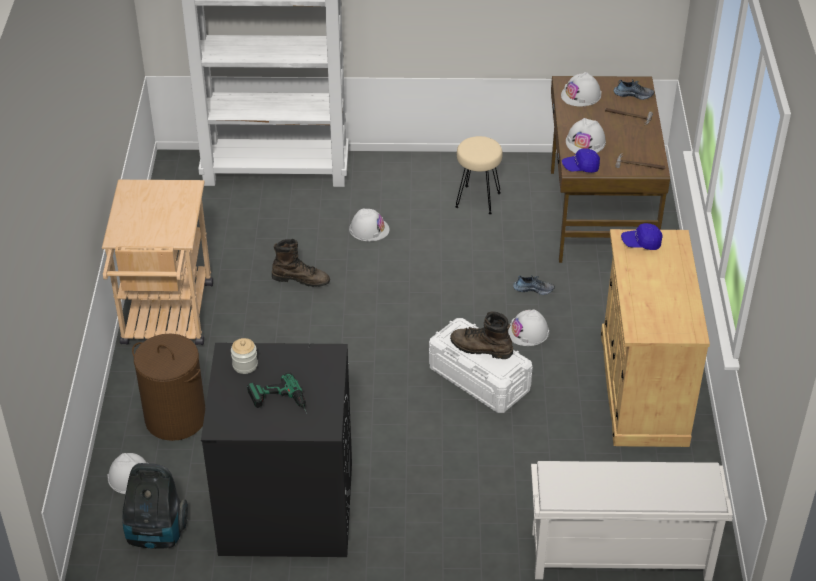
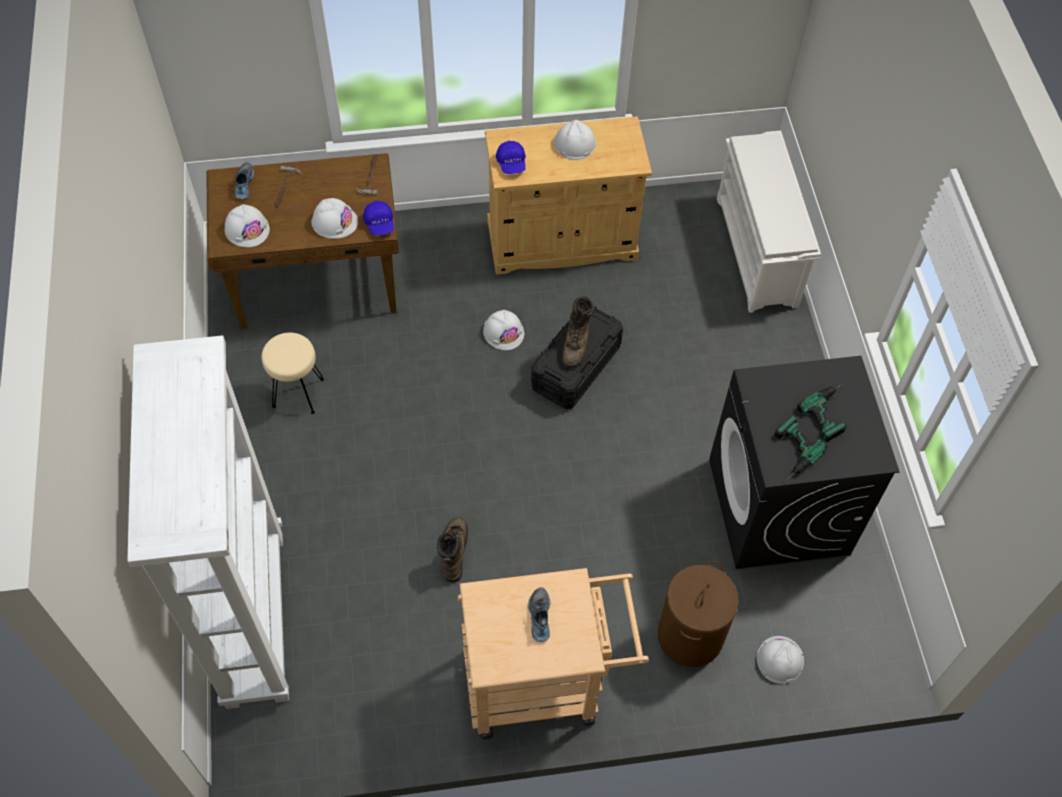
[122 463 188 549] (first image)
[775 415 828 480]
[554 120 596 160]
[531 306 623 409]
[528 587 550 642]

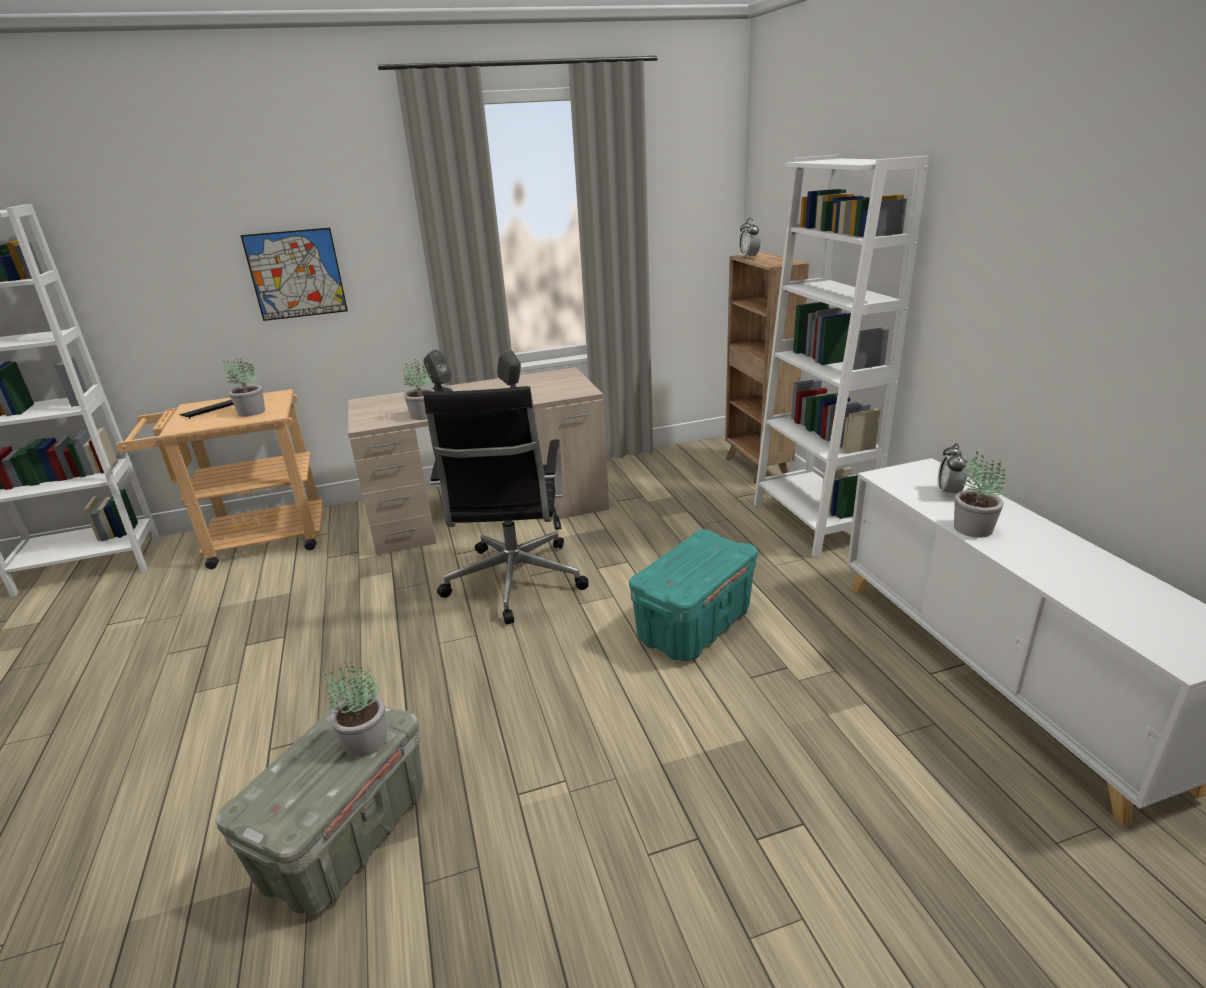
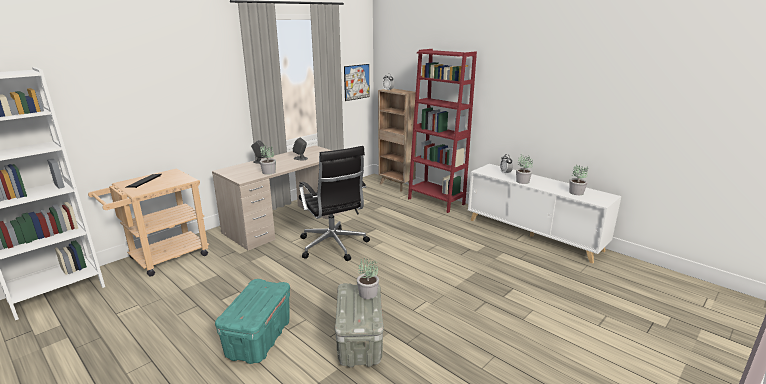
[569 165 588 195]
[344 64 370 101]
[215 279 290 364]
[408 49 477 213]

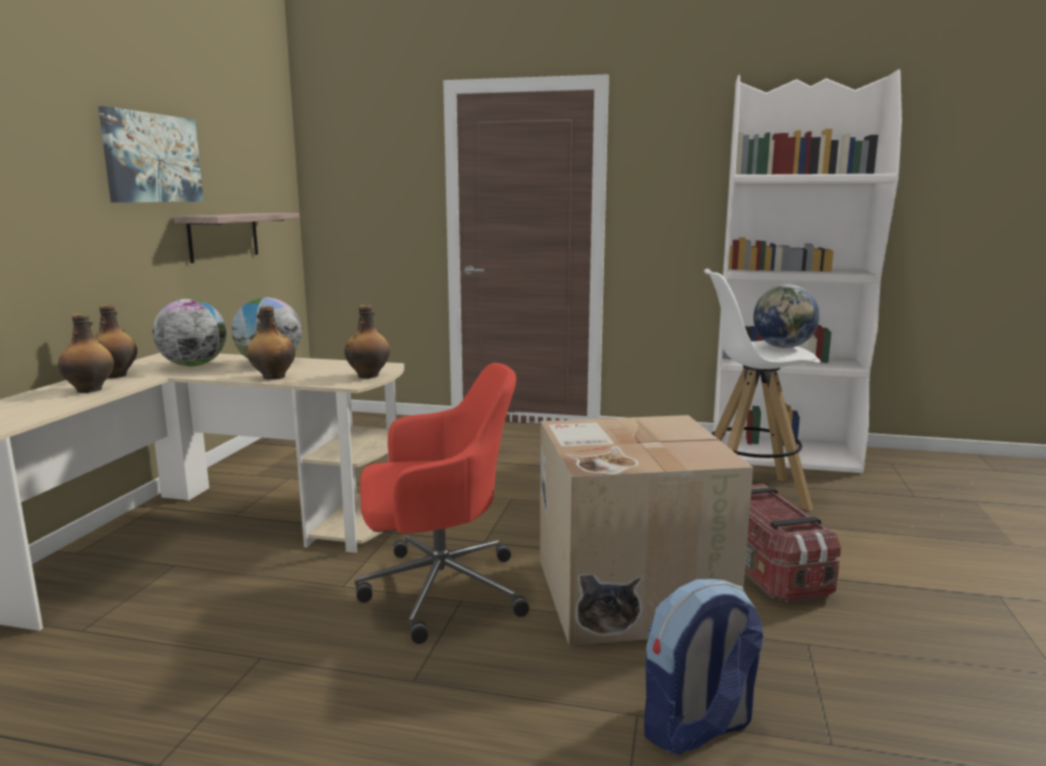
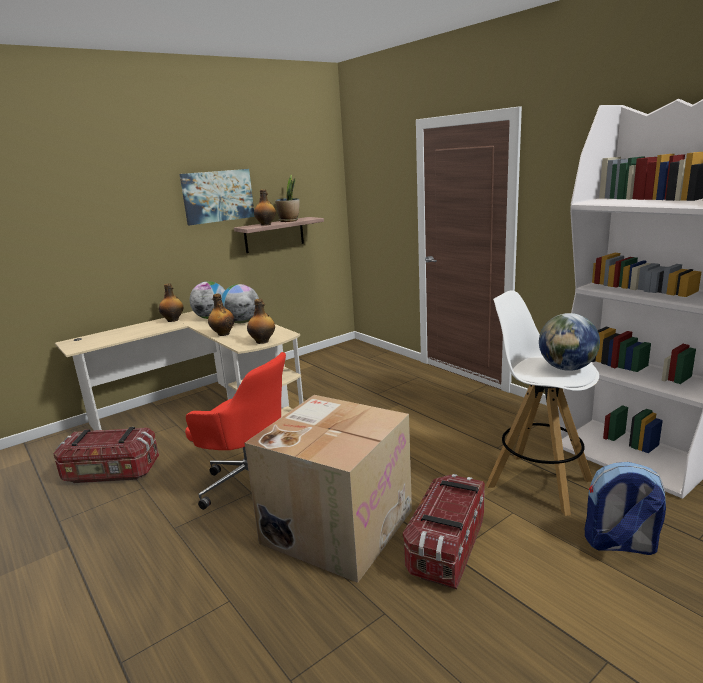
[254 189 276 226]
[585 462 666 555]
[53 427 159 483]
[275 175 300 222]

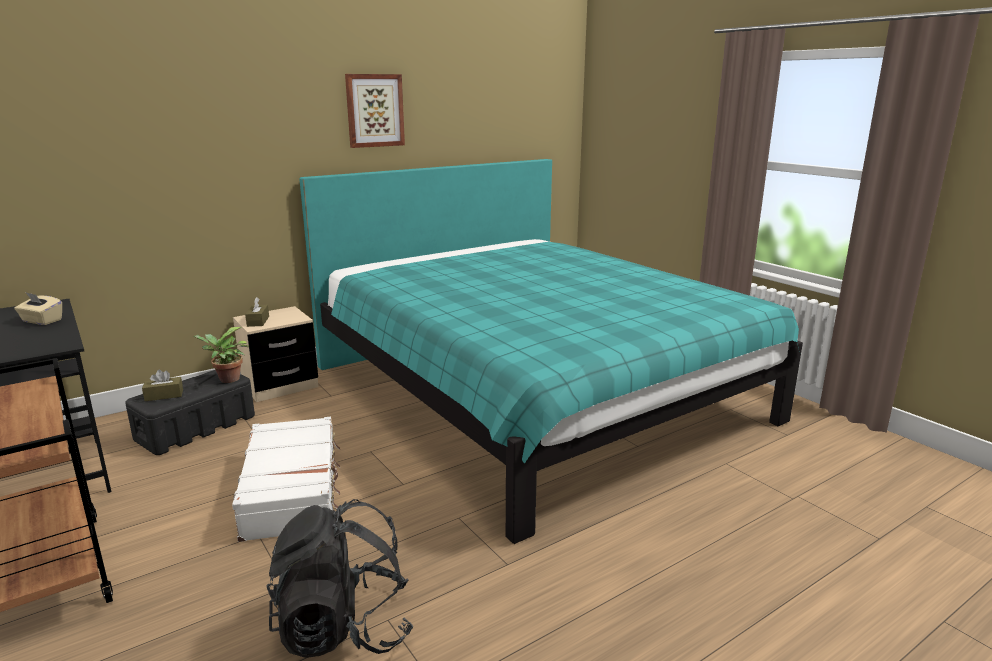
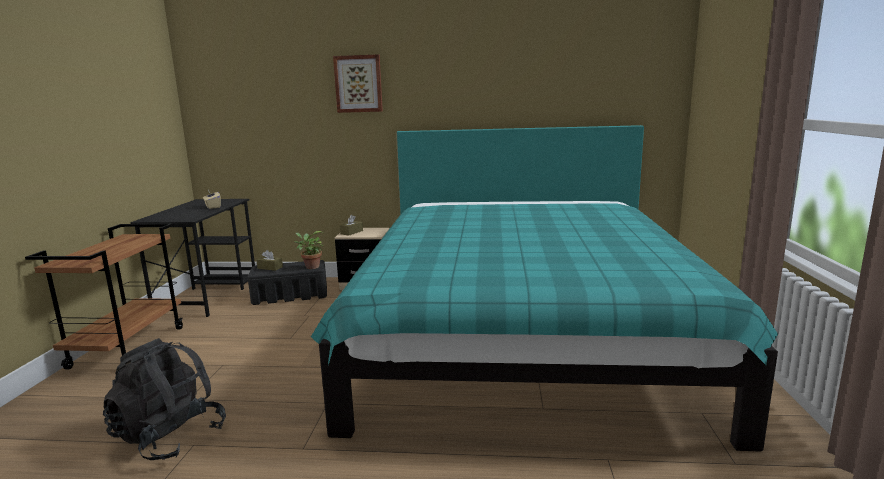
[232 417 340 542] (first image)
[333 54 383 113]

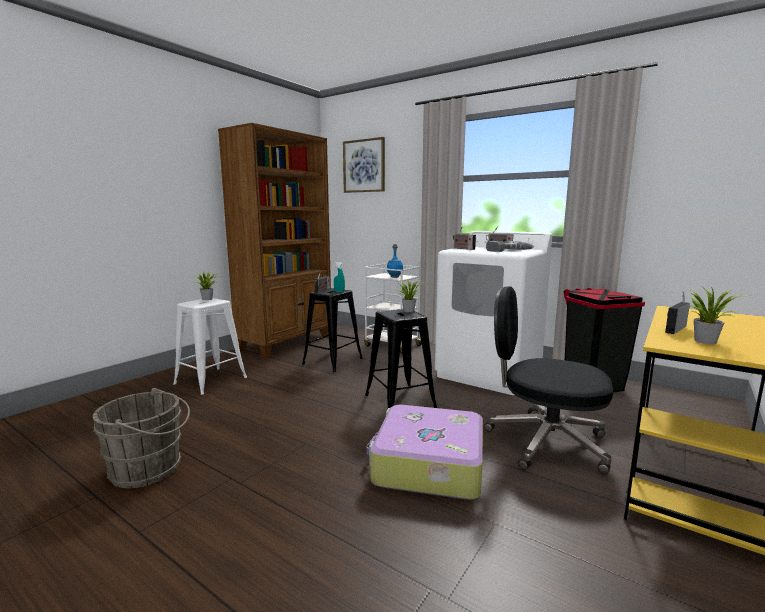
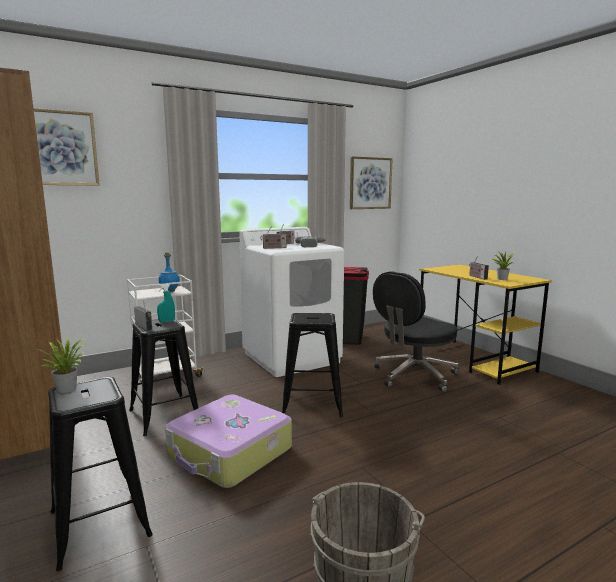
[48 377 153 571]
[165 395 292 488]
[398 280 422 312] (first image)
[350 156 393 209]

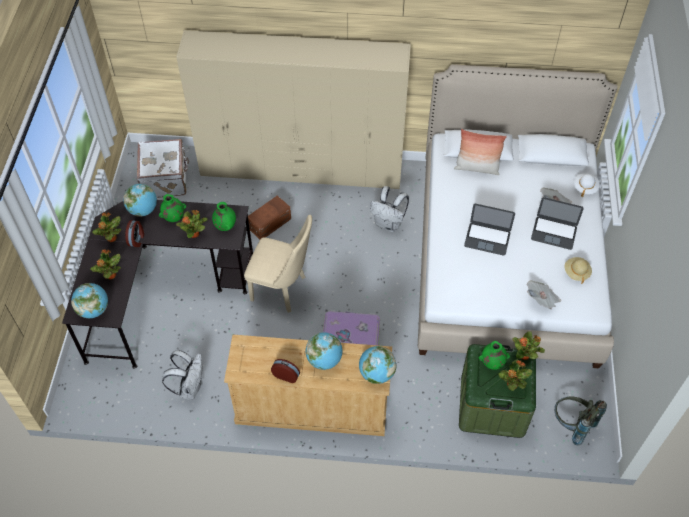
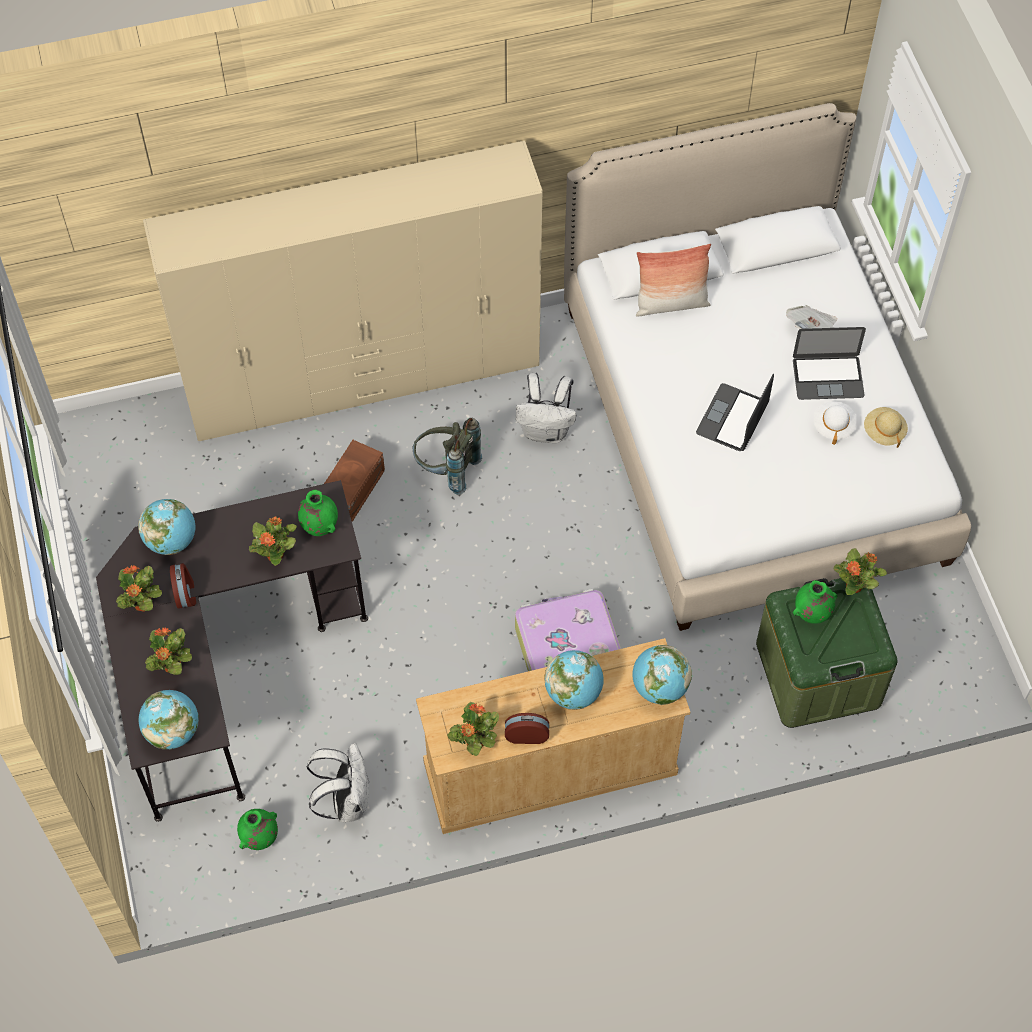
[137 139 189 198] (first image)
[237 809 278 850]
[244 215 312 313] (first image)
[696 374 774 451]
[447 702 499 756]
[527 280 561 309] (first image)
[413 417 482 495]
[814 401 857 445]

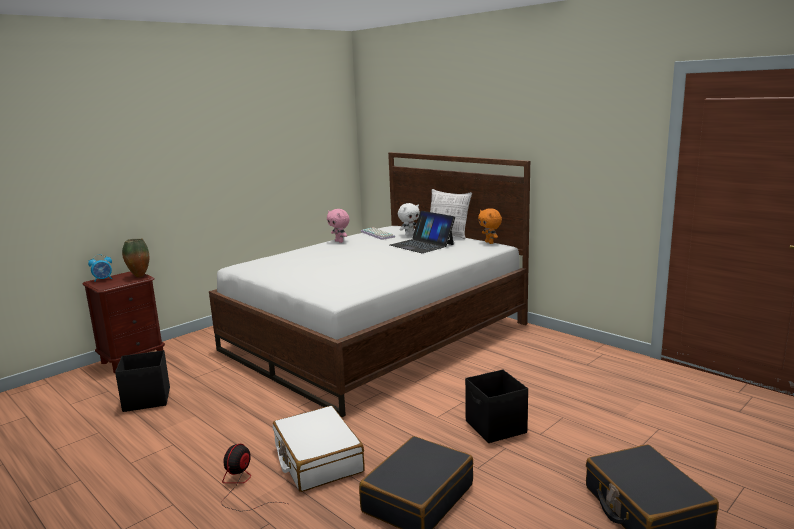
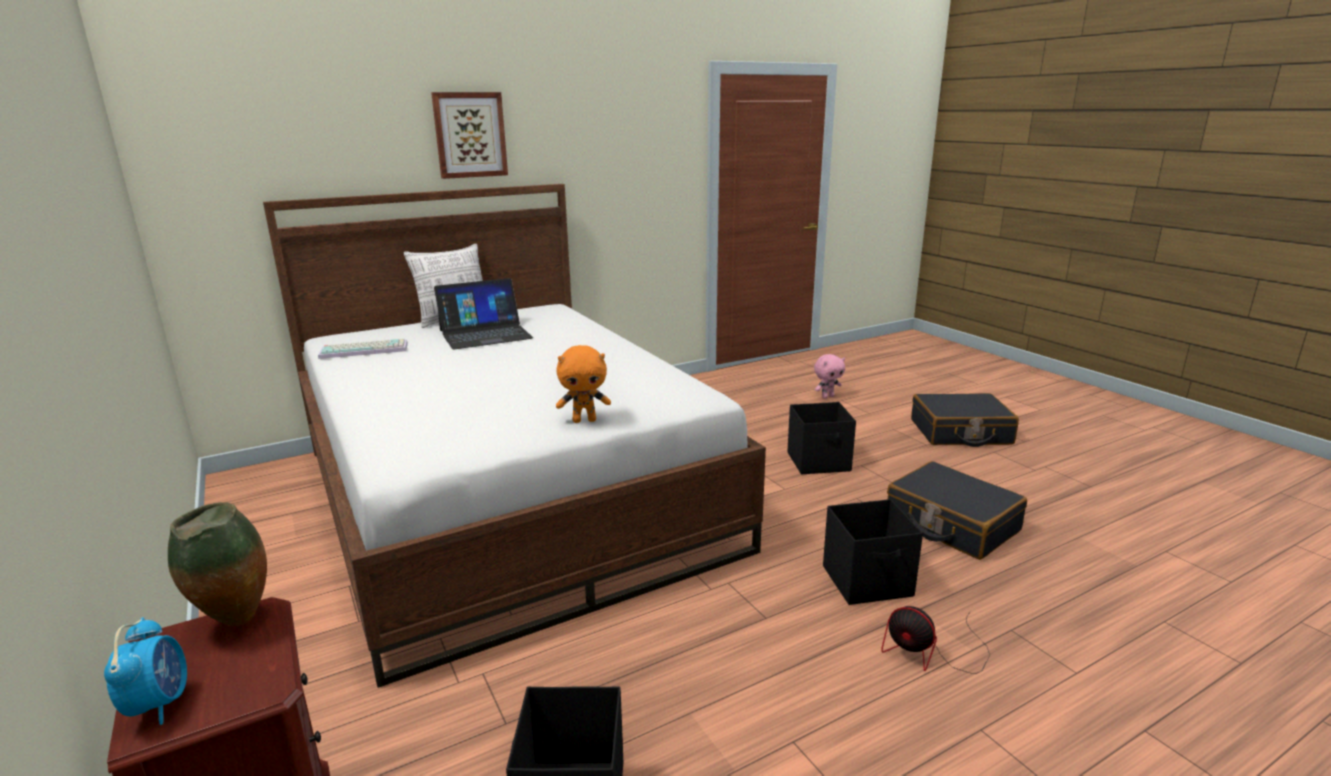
[823 499 923 605]
[814 354 845 399]
[398 203 420 236] (first image)
[556 345 611 423]
[431 92 508 179]

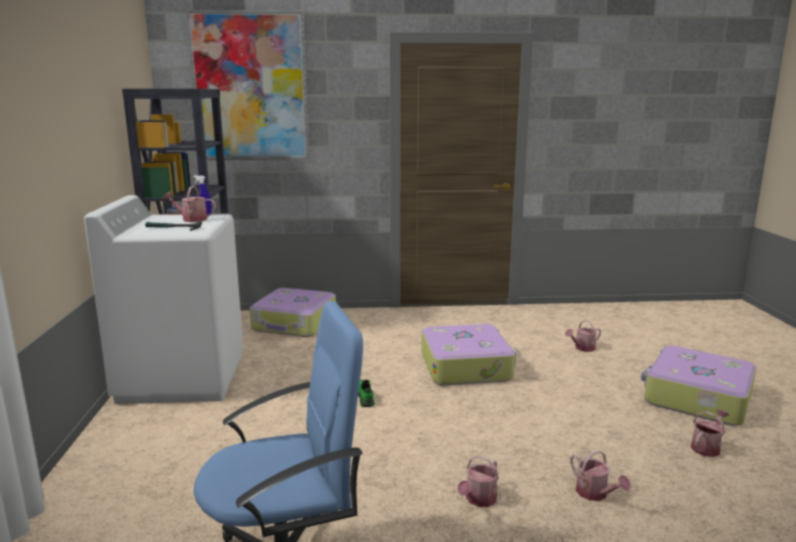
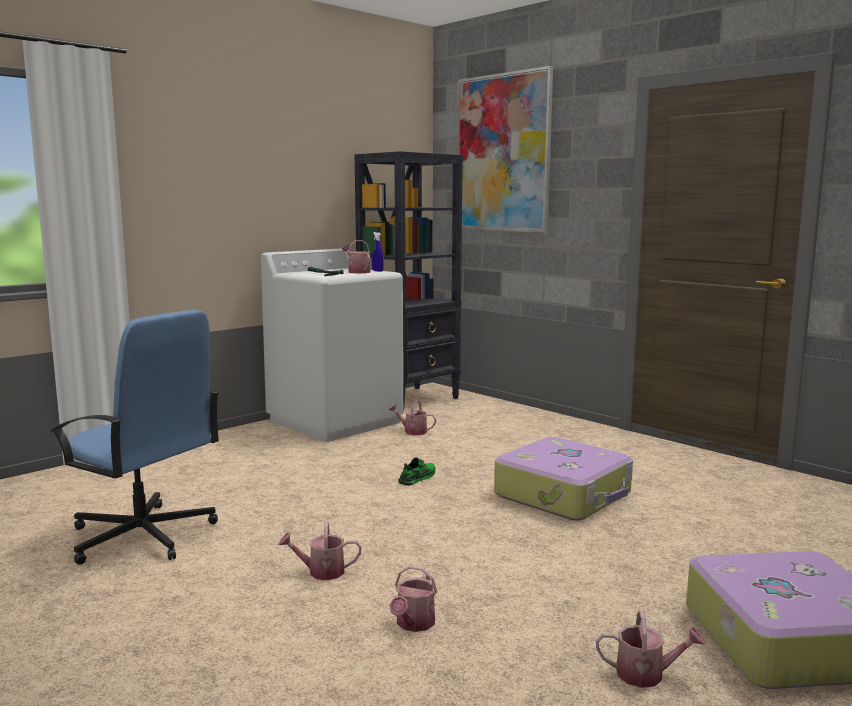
[249 288 336 337] (first image)
[389 400 436 435]

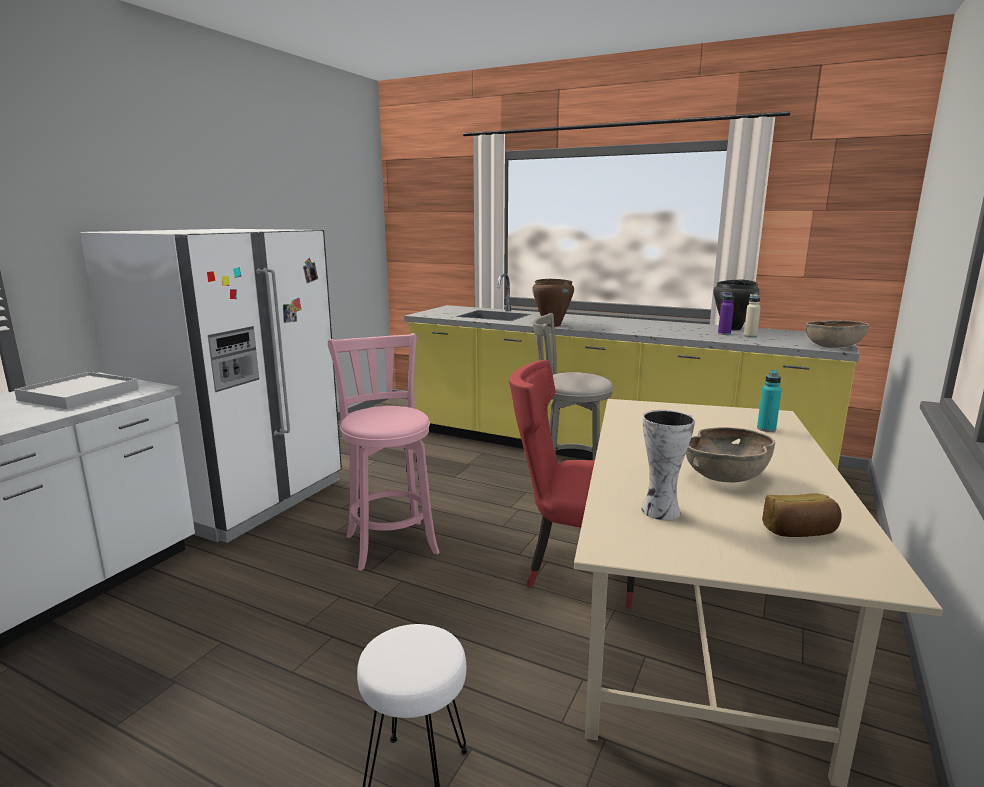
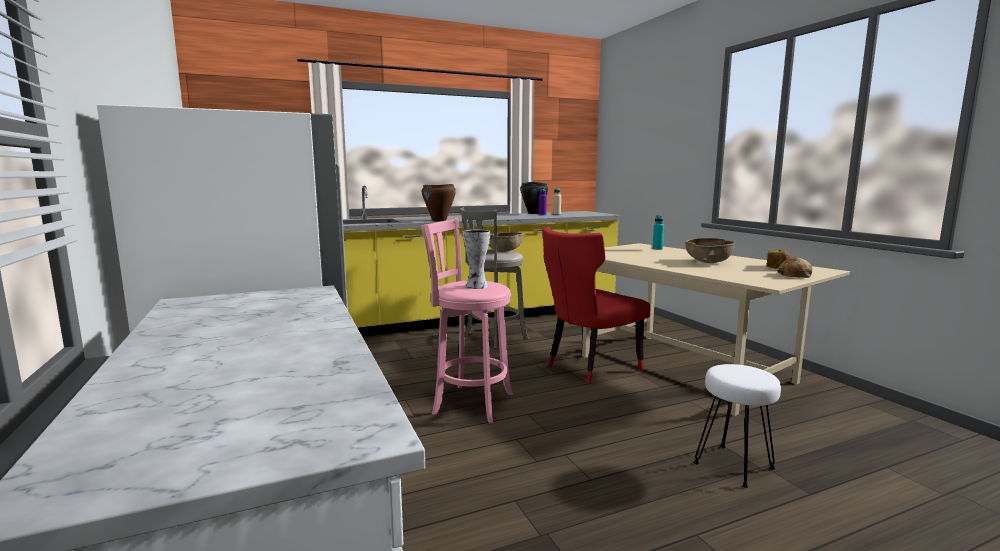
[14 372 139 409] (first image)
[463 230 490 289]
[488 232 523 252]
[777 258 812 278]

